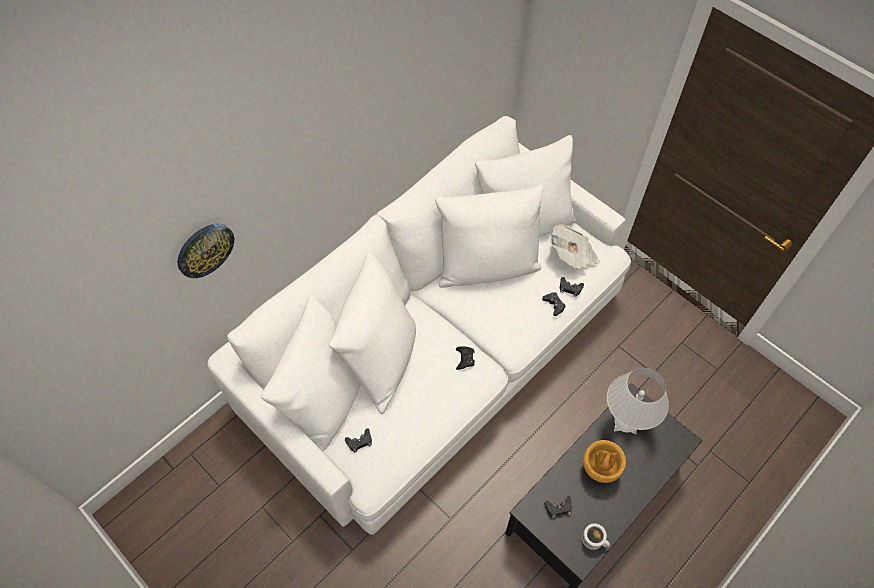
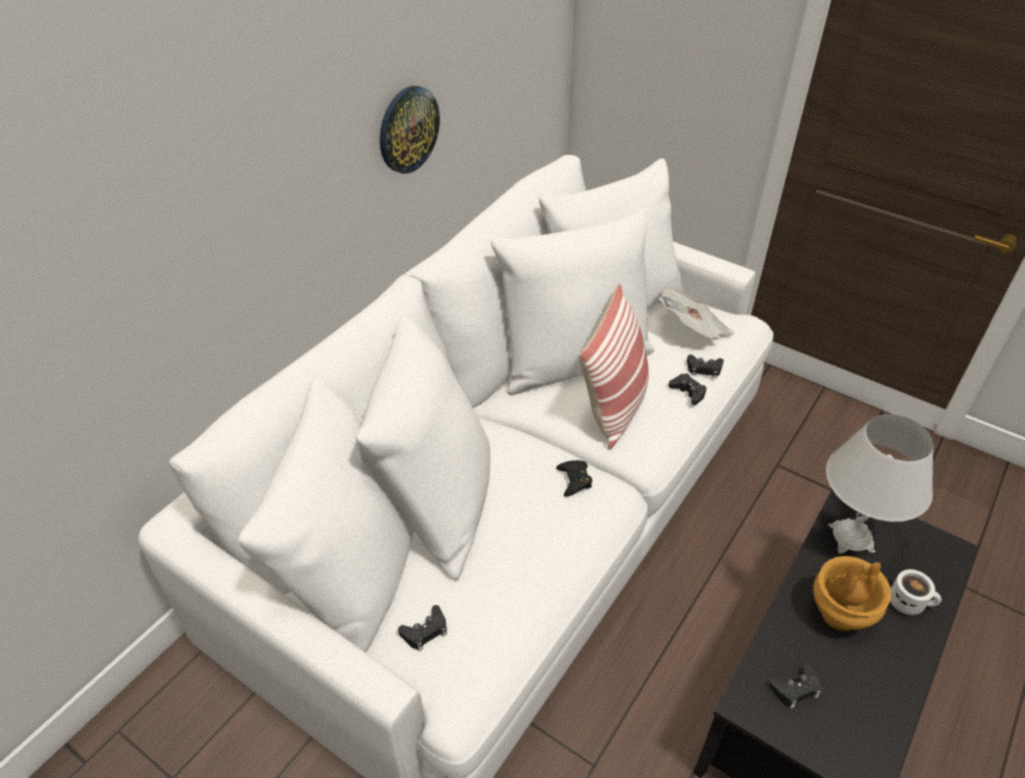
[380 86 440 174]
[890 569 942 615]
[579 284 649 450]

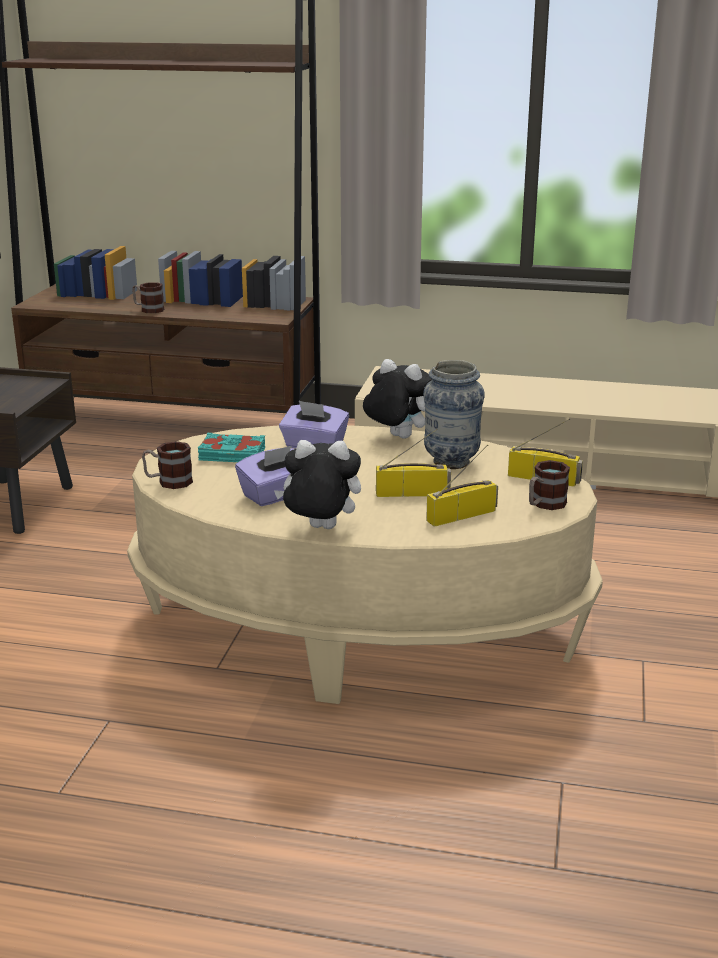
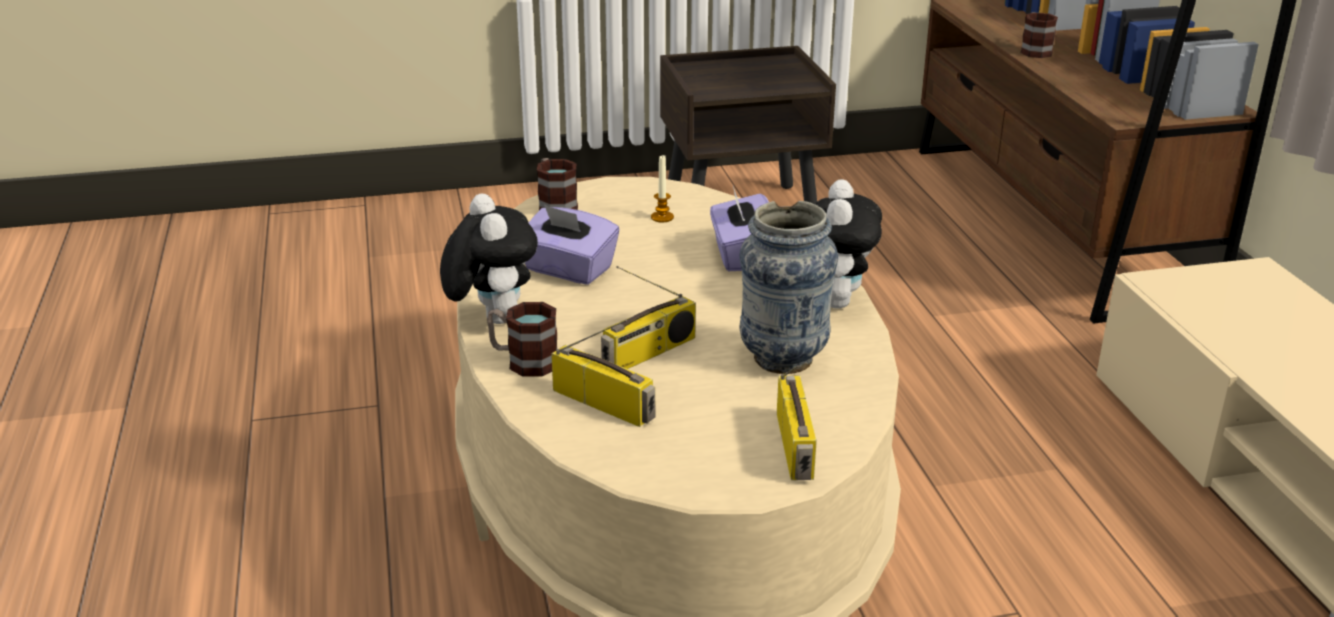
[651 154 674 222]
[601 266 696 369]
[487 302 557 377]

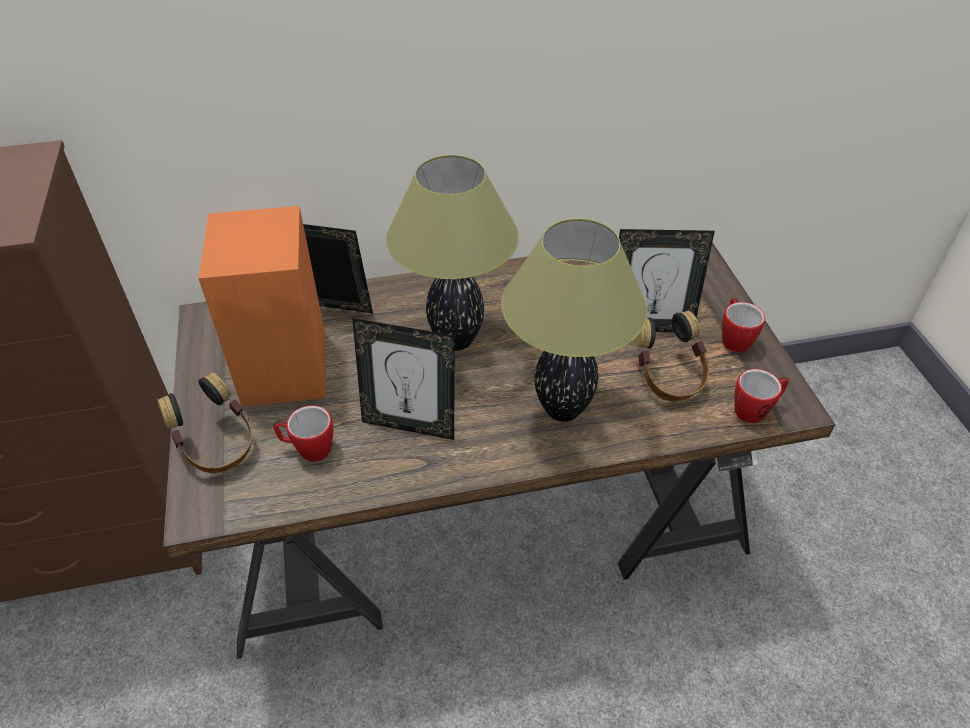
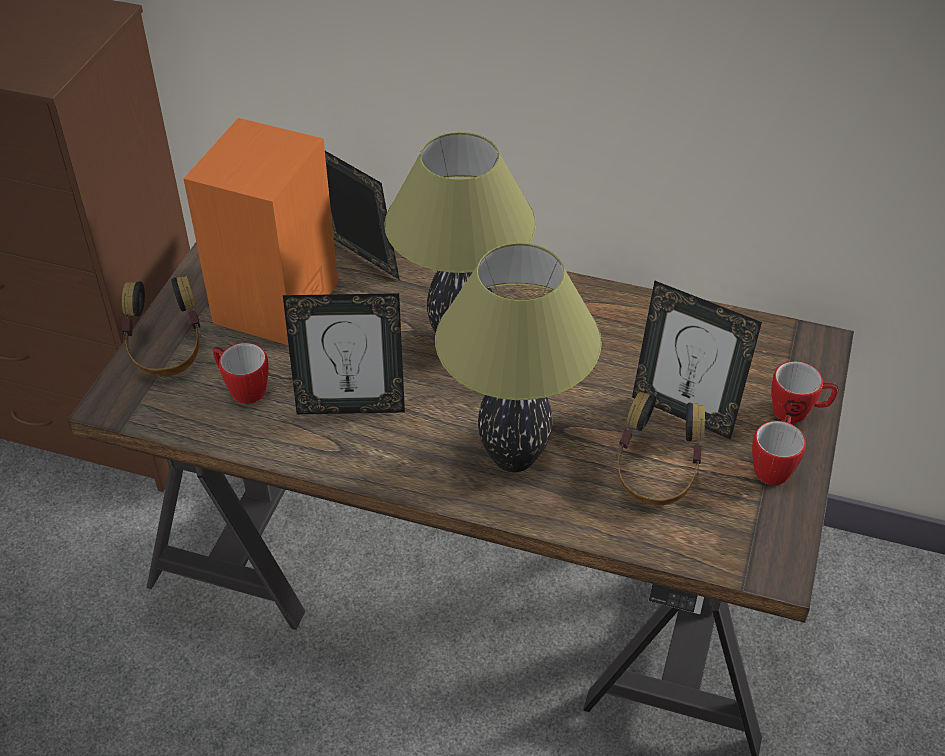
[283 293 405 414]
[771 361 839 423]

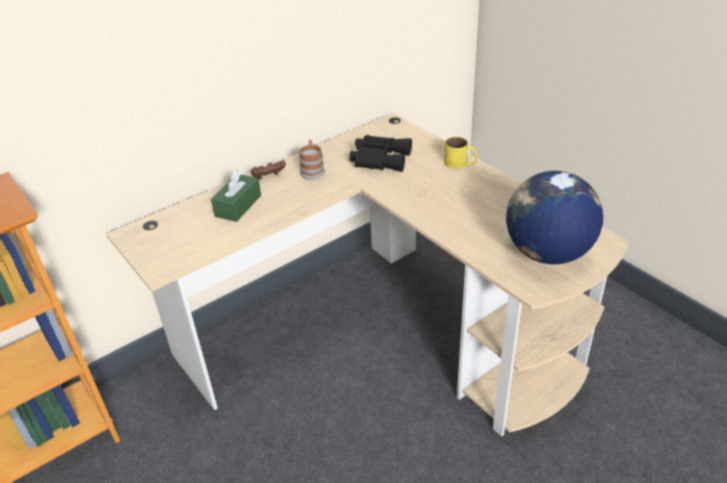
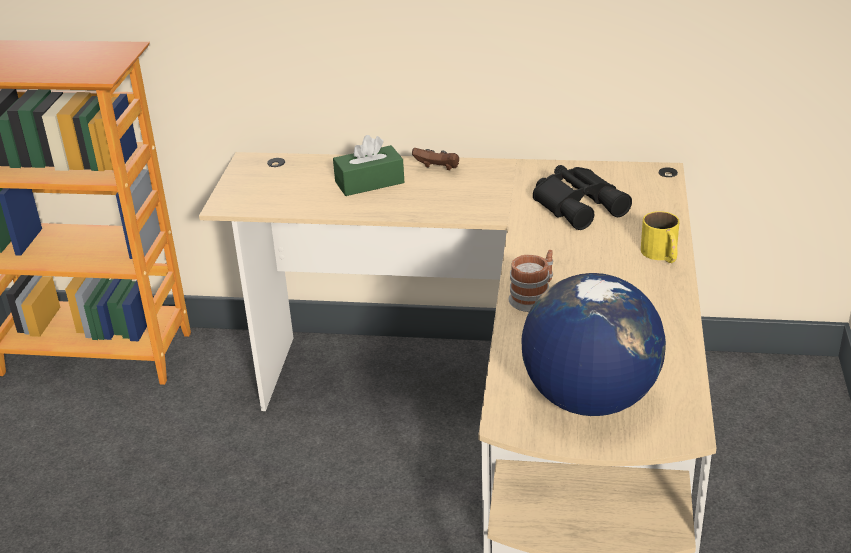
[509 250 553 312]

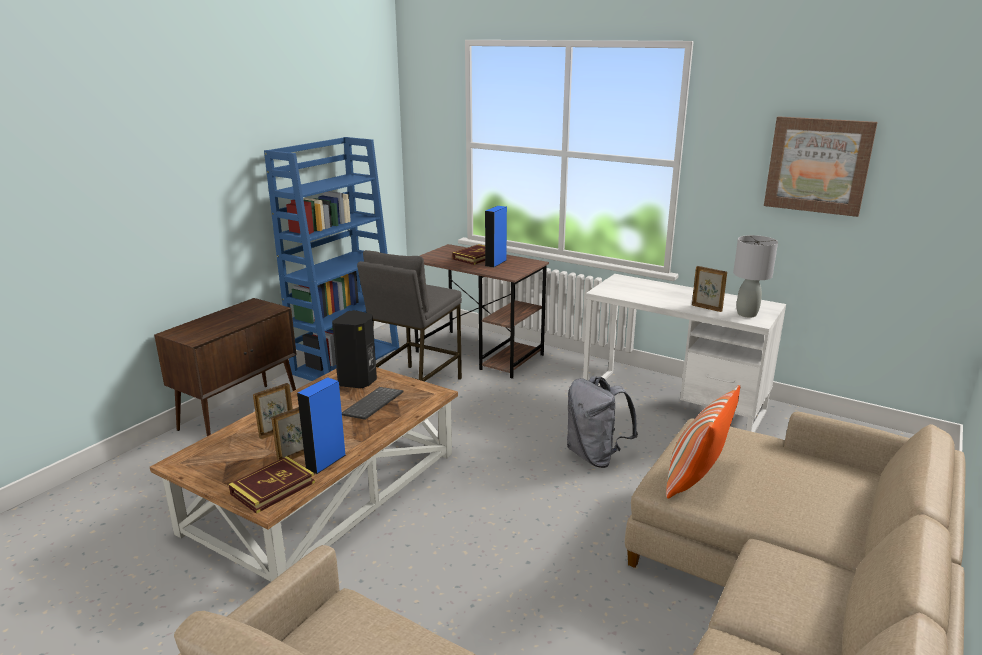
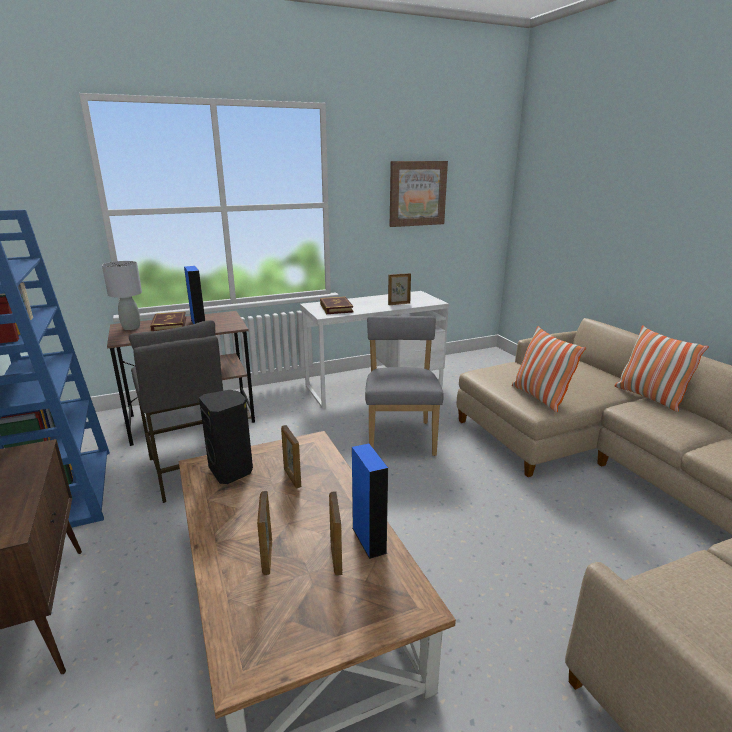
[320 297 353 314]
[281 425 301 488]
[365 316 444 456]
[102 261 142 330]
[614 325 709 412]

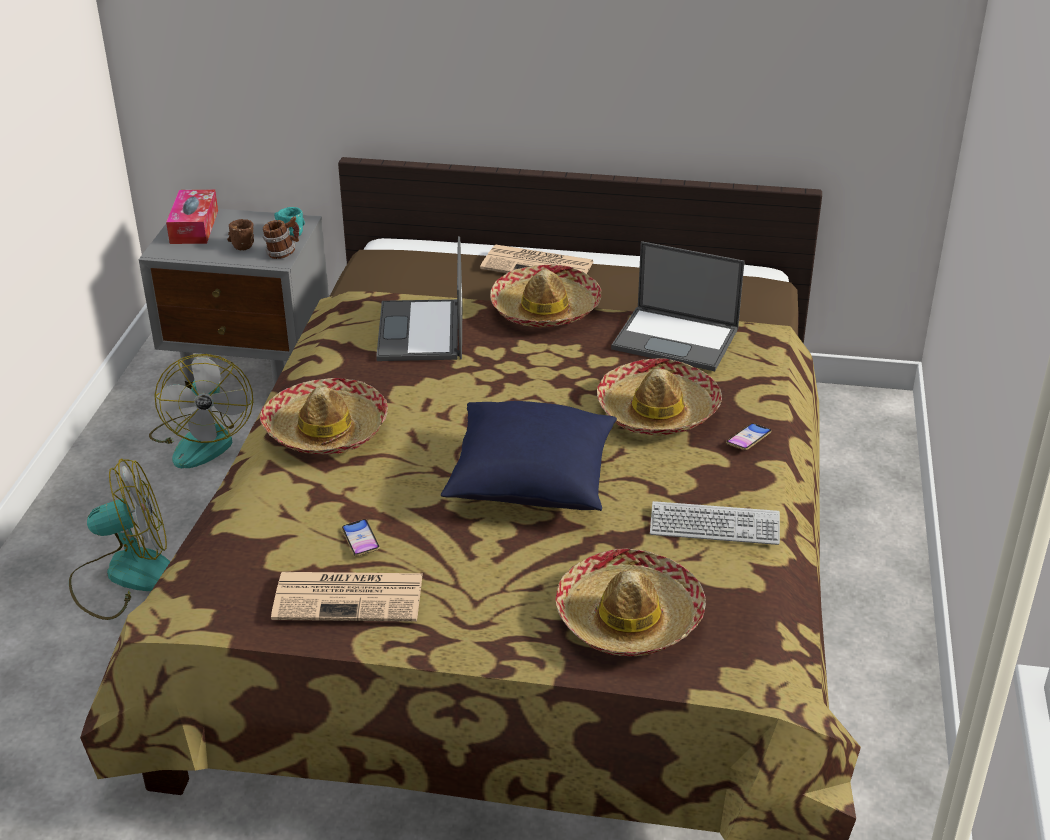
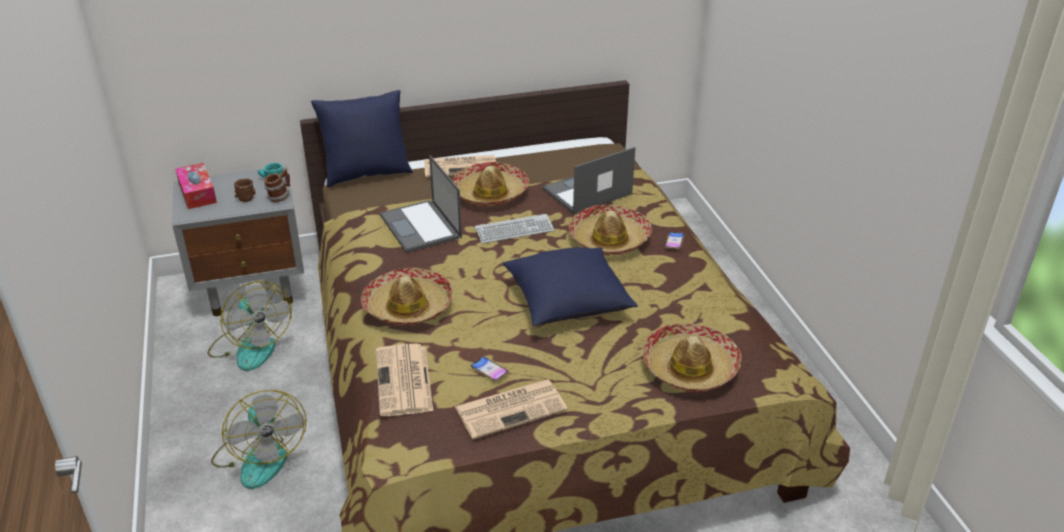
[211 390 307 489]
[542 147 635 214]
[475 214 555 243]
[311 90 413 187]
[376 343 433 416]

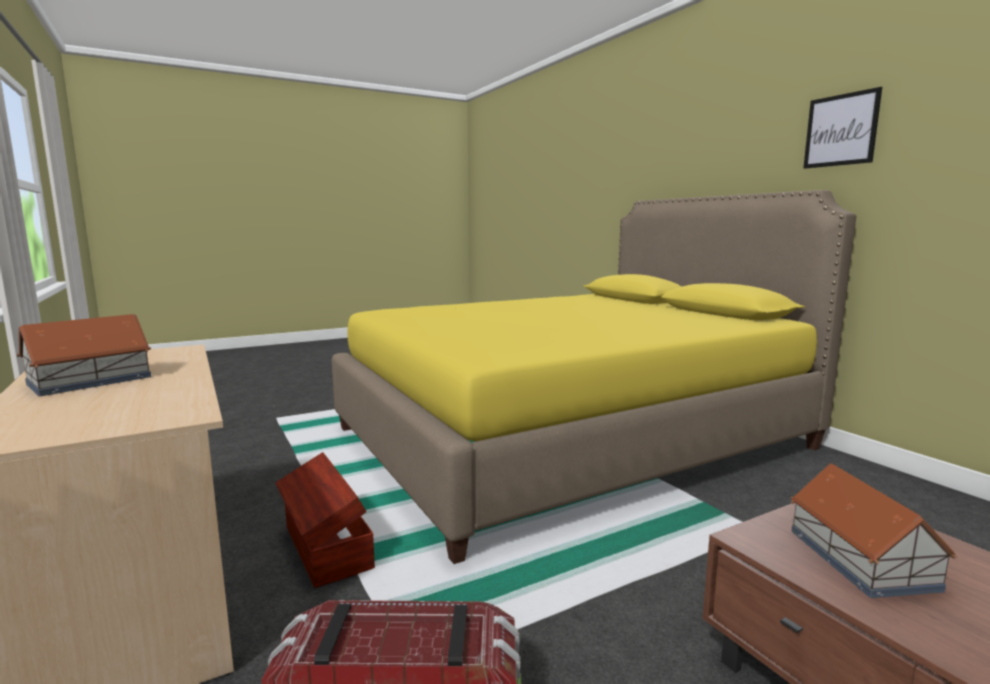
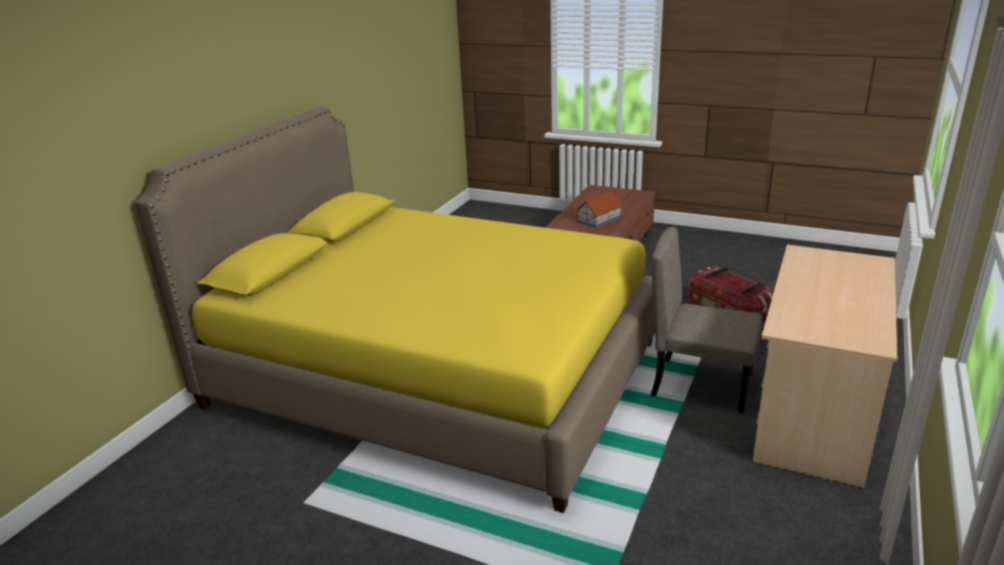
[16 314 151 396] (first image)
[650 227 763 414]
[803 87 882 169] (first image)

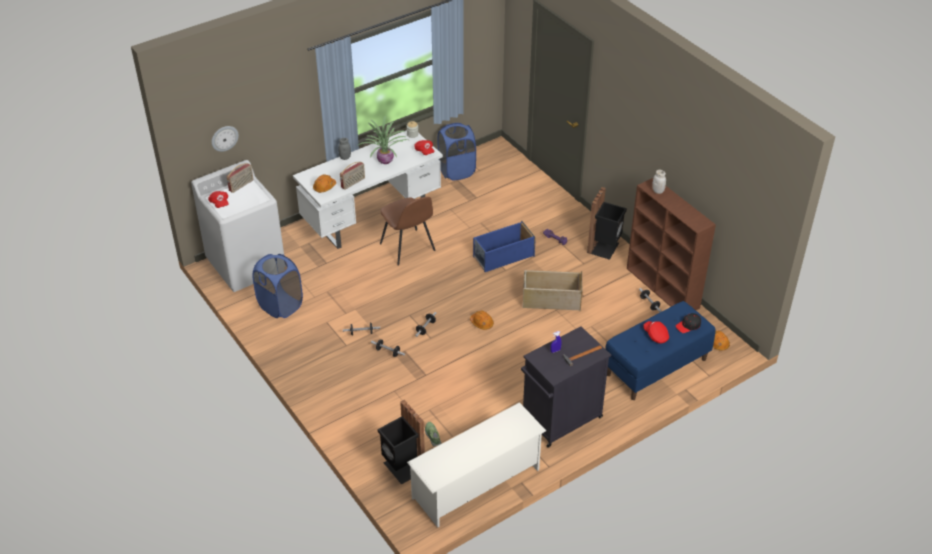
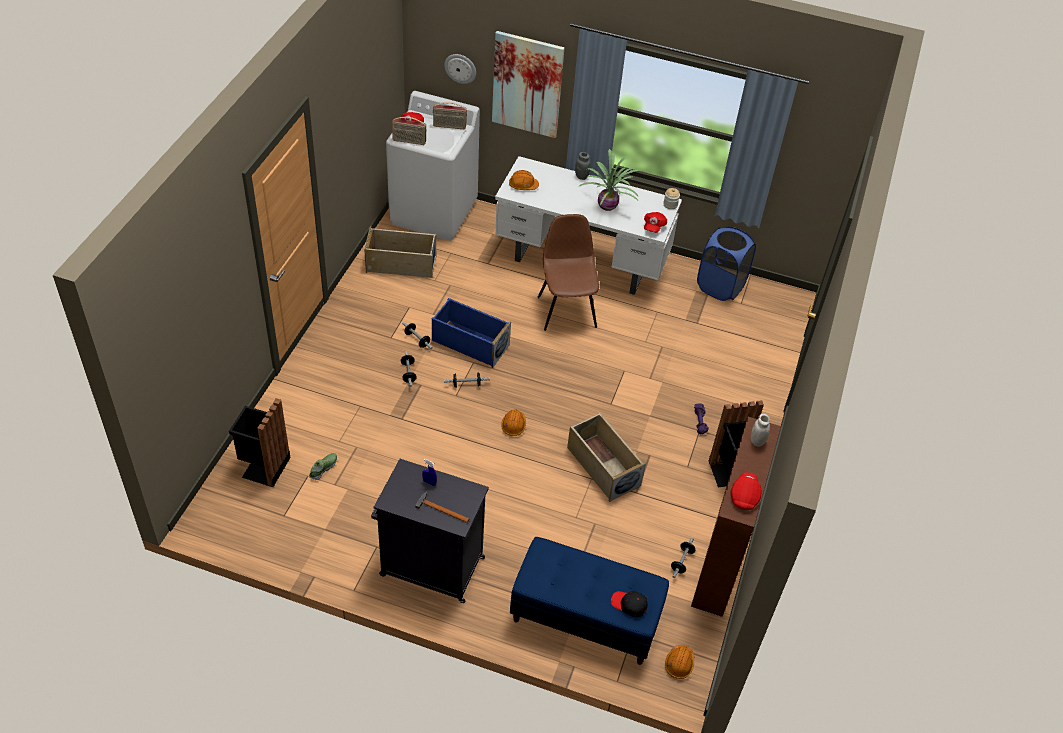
[364 227 436 278]
[392 117 427 145]
[538 214 599 331]
[407 402 546 527] (first image)
[432 298 511 368]
[730 472 762 510]
[492 31 564 138]

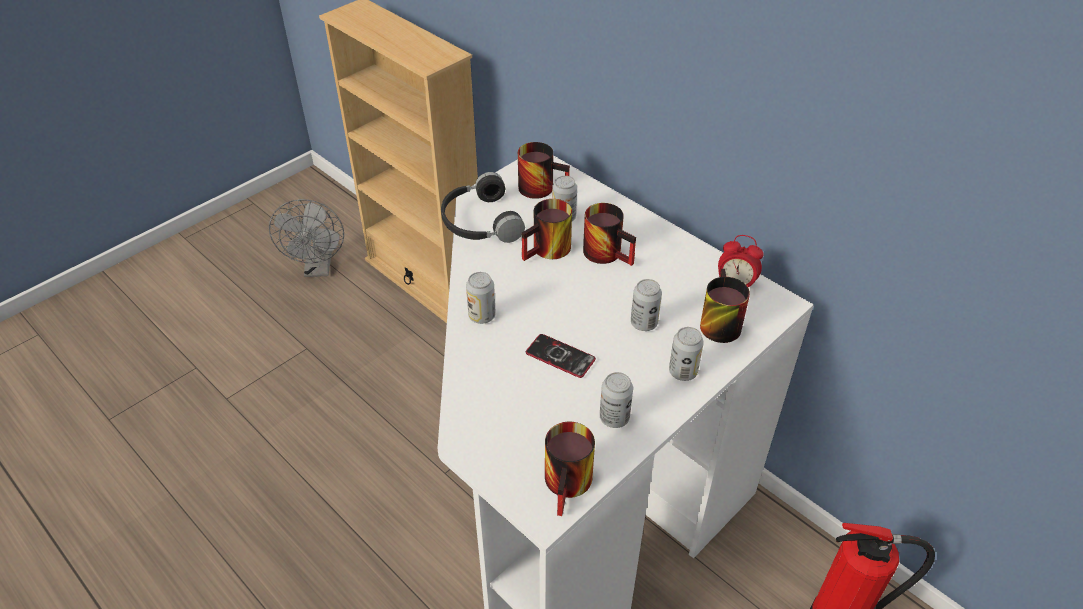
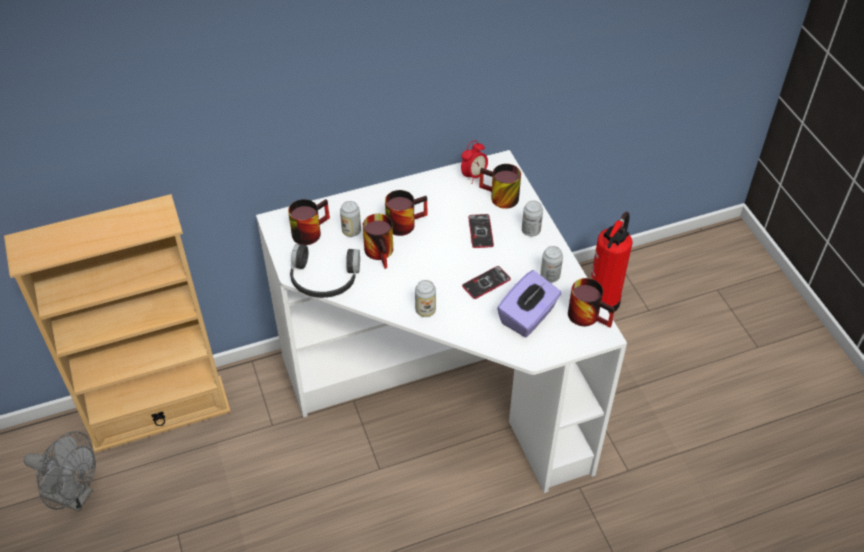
[468 214 494 248]
[497 270 562 337]

